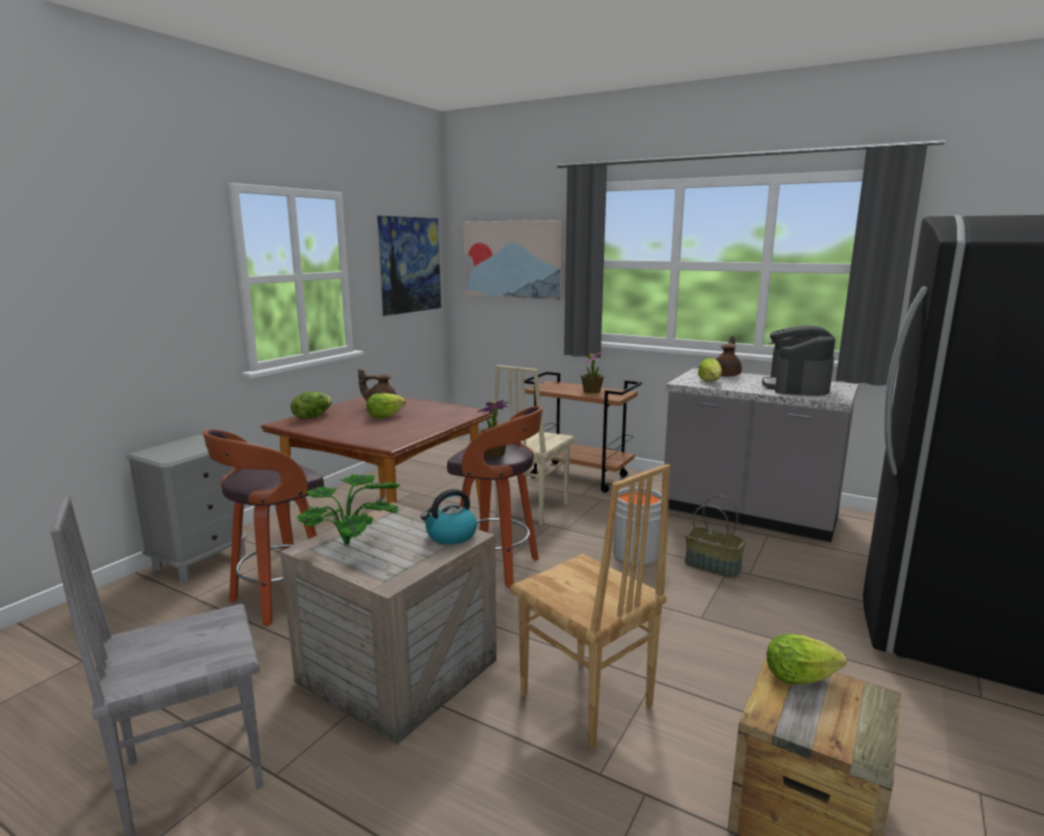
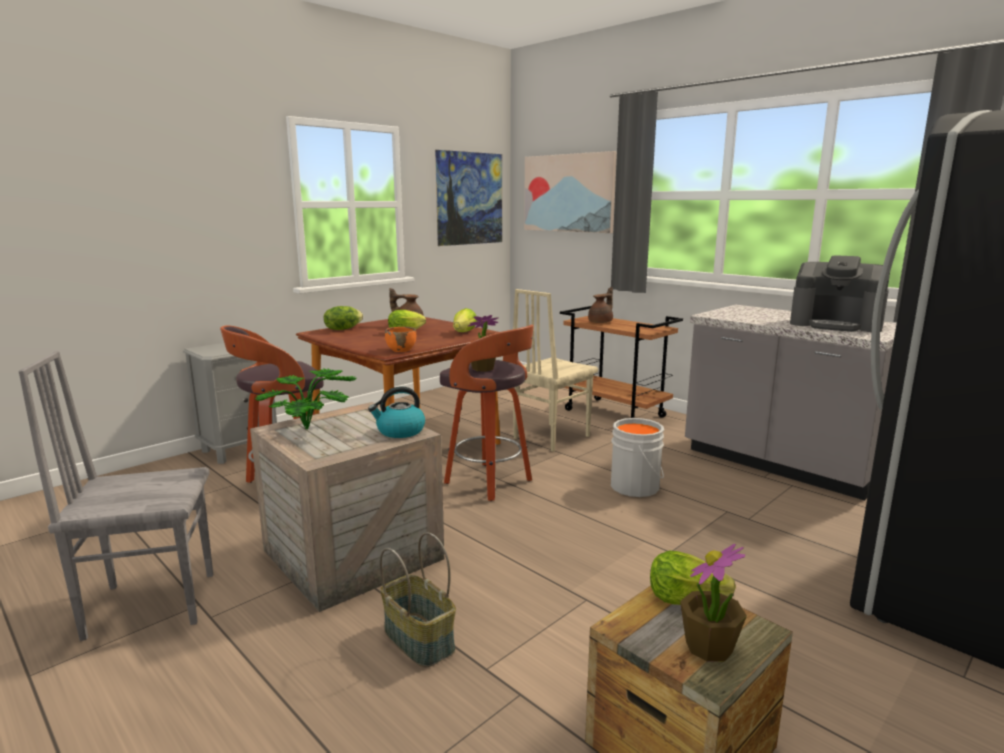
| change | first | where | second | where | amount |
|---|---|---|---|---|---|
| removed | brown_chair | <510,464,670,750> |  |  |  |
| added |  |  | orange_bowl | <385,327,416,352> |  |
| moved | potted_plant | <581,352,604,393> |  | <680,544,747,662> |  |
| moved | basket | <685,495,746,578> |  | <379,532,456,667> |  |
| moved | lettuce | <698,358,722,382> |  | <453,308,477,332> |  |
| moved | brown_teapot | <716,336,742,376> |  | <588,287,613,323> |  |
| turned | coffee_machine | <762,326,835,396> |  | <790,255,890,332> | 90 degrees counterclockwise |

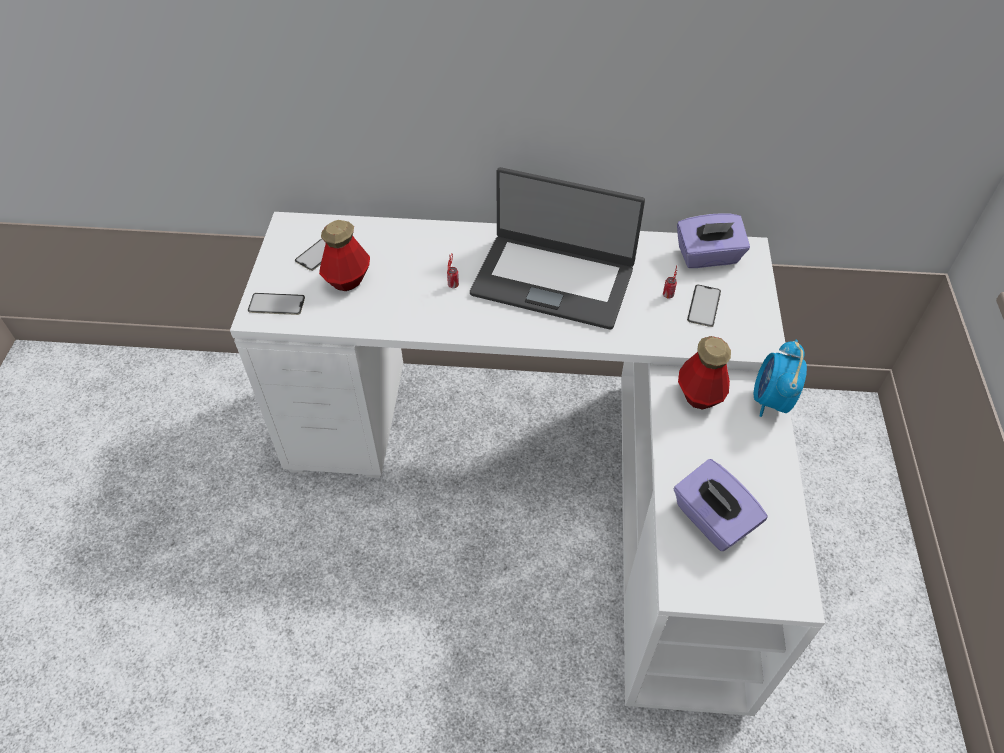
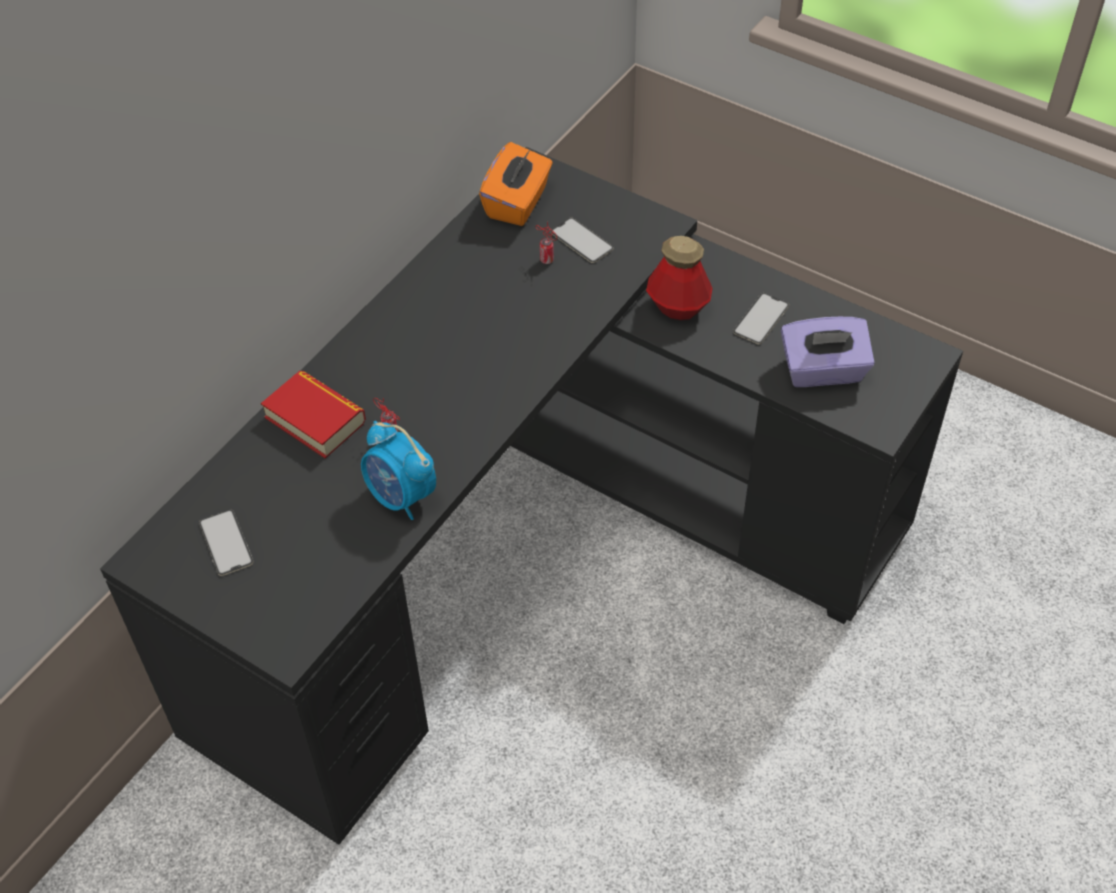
| change | first | where | second | where | amount |
|---|---|---|---|---|---|
| removed | bottle | <319,220,370,291> |  |  |  |
| removed | laptop | <470,167,645,330> |  |  |  |
| added |  |  | book | <261,371,366,459> |  |
| moved | phone | <248,293,305,315> |  | <733,293,789,344> |  |
| moved | alarm_clock | <754,340,807,417> |  | <361,421,436,520> |  |
| recoloured | white_desk | <230,212,825,716> | black_desk | <100,147,963,845> |  |
| recoloured | purple_tissue_box | <677,213,750,268> | orange_tissue_box | <479,142,553,226> |  |

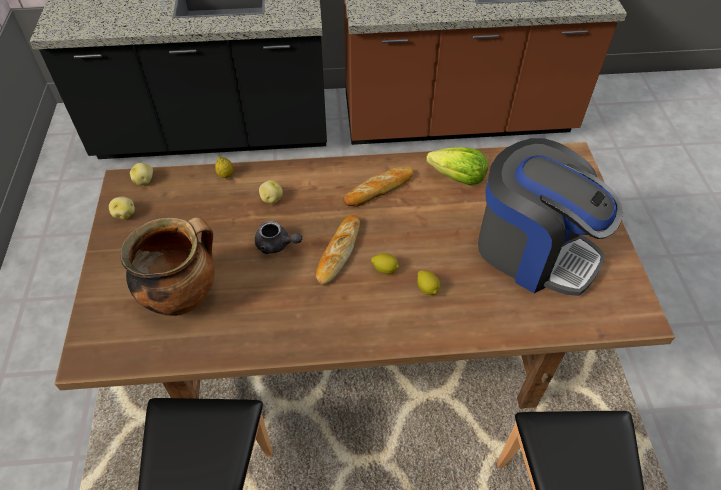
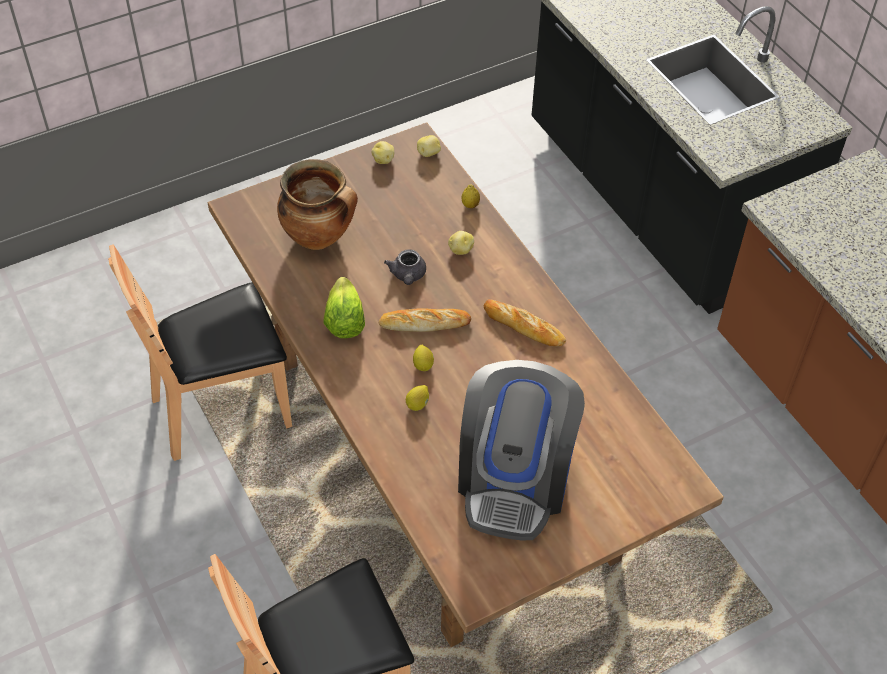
| change | first | where | second | where | amount |
|---|---|---|---|---|---|
| moved | lettuce | <426,147,488,185> |  | <324,277,365,338> |  |

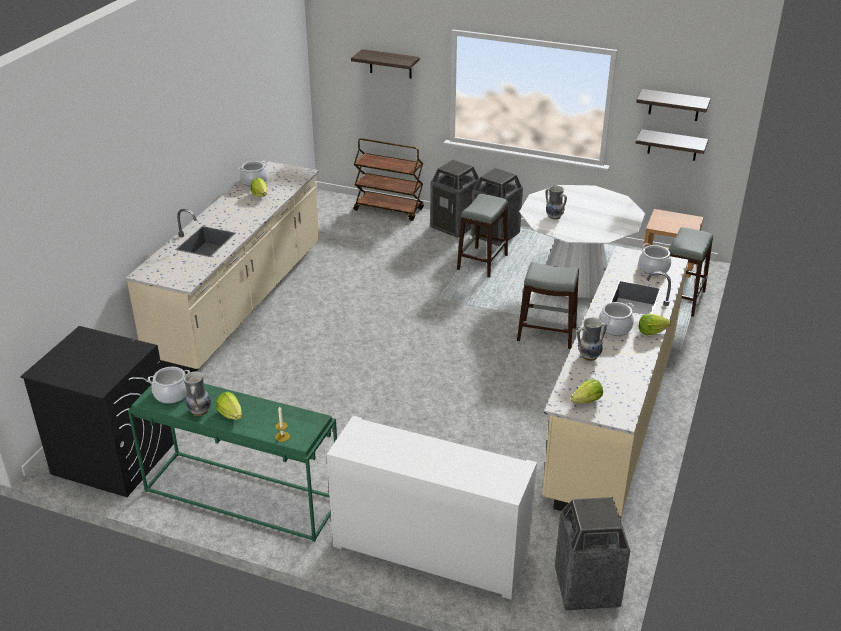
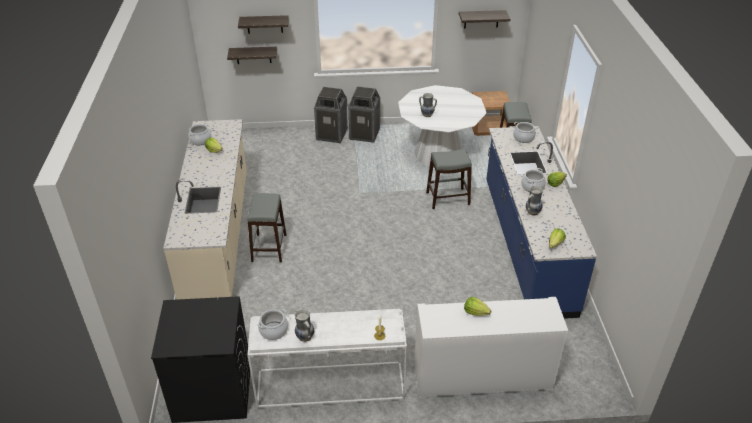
| change | first | where | second | where | amount |
|---|---|---|---|---|---|
| removed | brown_cart | <353,138,424,221> |  |  |  |
| removed | trash_can | <555,497,630,610> |  |  |  |
| moved | lettuce | <216,392,242,420> |  | <464,297,491,316> |  |
| moved | grey_stool | <457,194,508,278> |  | <247,193,286,262> |  |
| moved | shelf | <636,129,708,161> |  | <227,47,277,64> |  |
| recoloured | green_console_table | <128,384,337,542> | white_console_table | <247,309,407,409> |  |
| recoloured | beige_counter | <542,246,688,518> | blue_counter | <486,126,597,319> |  |

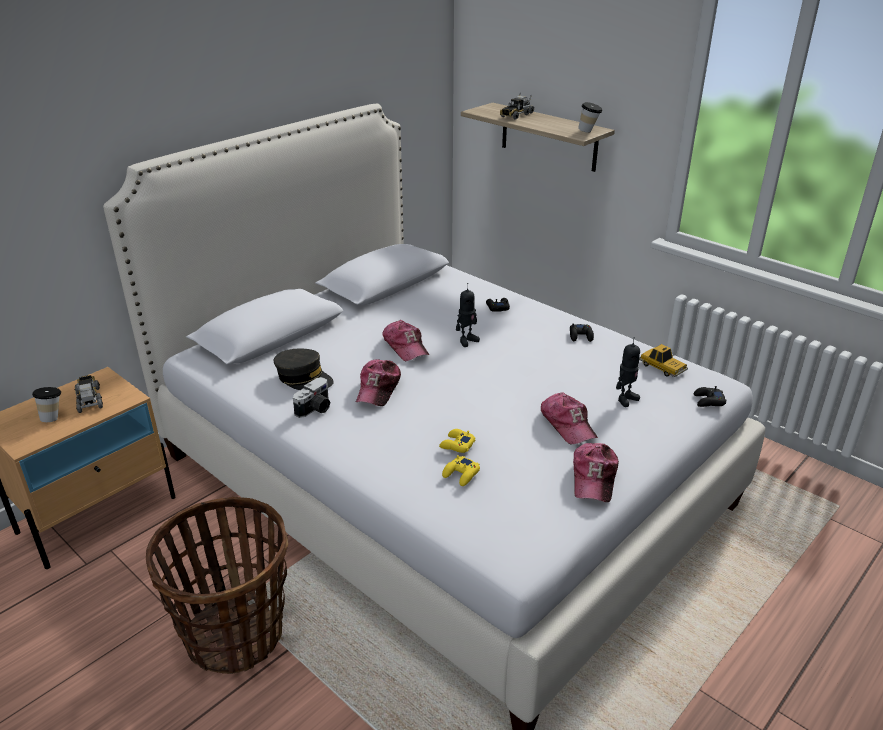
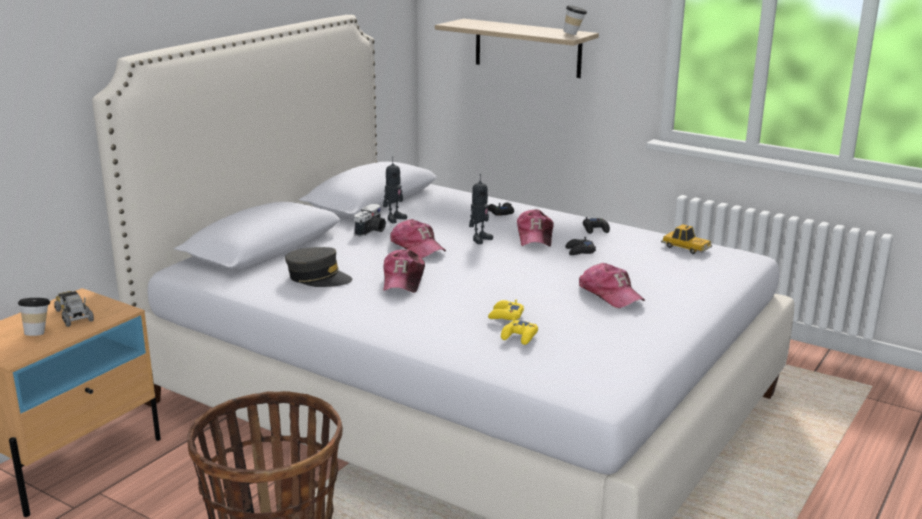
| change | first | where | second | where | amount |
|---|---|---|---|---|---|
| removed | toy_truck | <500,93,534,120> |  |  |  |
| moved | photo_camera | <293,377,330,418> |  | <355,204,386,237> |  |
| moved | cap | <573,443,619,502> |  | <517,209,554,247> |  |
| moved | toy_robot | <616,337,640,407> |  | <383,156,407,223> |  |
| moved | black_game_controller | <694,386,727,407> |  | <565,237,596,255> |  |

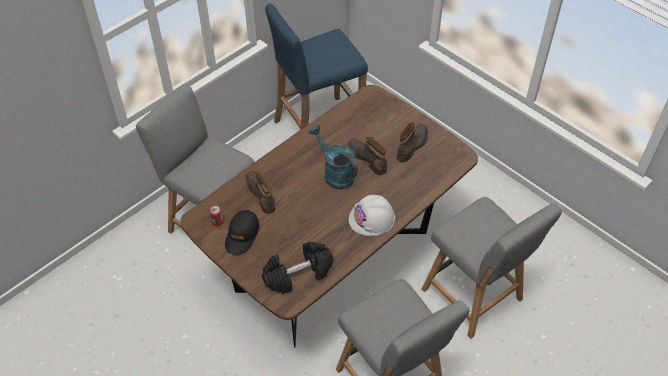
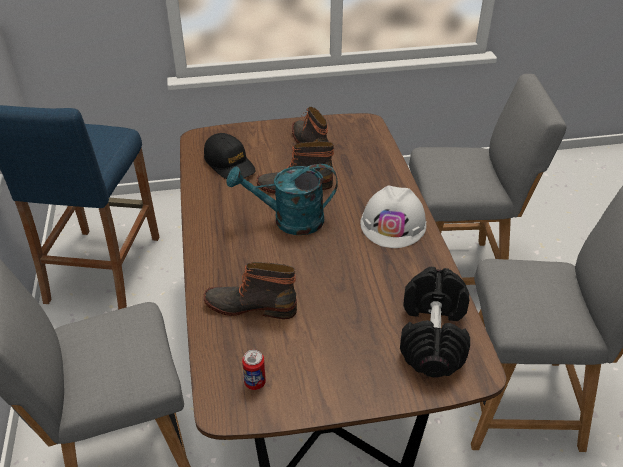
| change | first | where | second | where | amount |
|---|---|---|---|---|---|
| moved | black_cap | <225,210,259,255> |  | <204,133,255,179> |  |

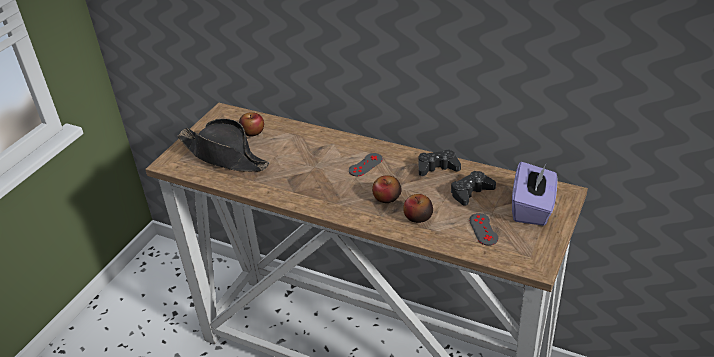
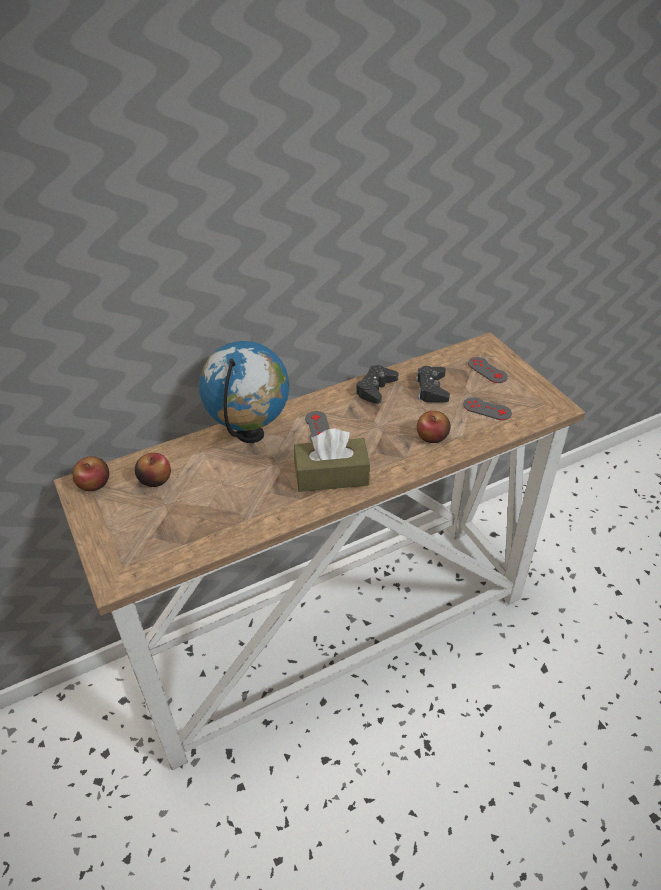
| change | first | where | second | where | amount |
|---|---|---|---|---|---|
| removed | black_hat | <177,119,269,172> |  |  |  |
| added |  |  | globe | <199,341,289,443> |  |
| added |  |  | brown_tissue_box | <294,429,370,492> |  |
| moved | apple | <372,175,401,203> |  | <73,456,109,491> |  |
| replaced | purple_tissue_box | <512,162,557,226> | grey_game_controller | <468,357,508,383> |  |

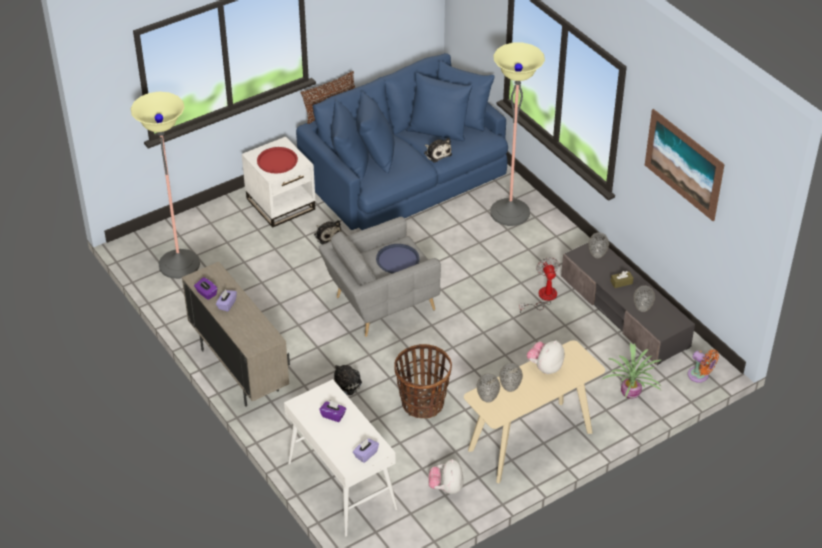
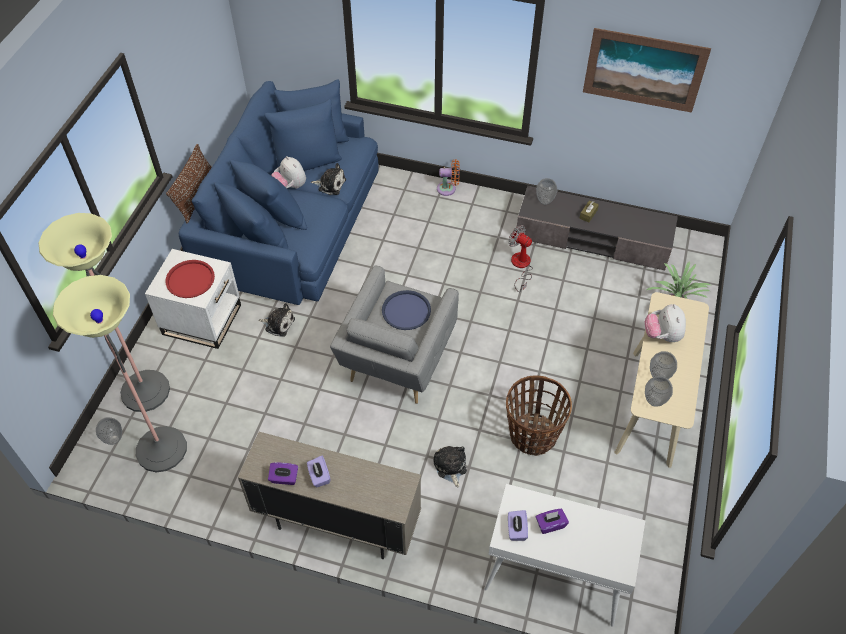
| change | first | where | second | where | amount |
|---|---|---|---|---|---|
| moved | purple_tissue_box | <353,438,379,463> |  | <508,510,528,541> |  |
| moved | plush_toy | <428,459,464,494> |  | <271,156,306,189> |  |
| moved | floor_lamp | <490,43,545,226> |  | <38,213,170,412> |  |
| moved | vase | <634,285,655,312> |  | <96,417,122,445> |  |
| moved | orange_fan | <688,349,719,383> |  | <437,159,460,196> |  |

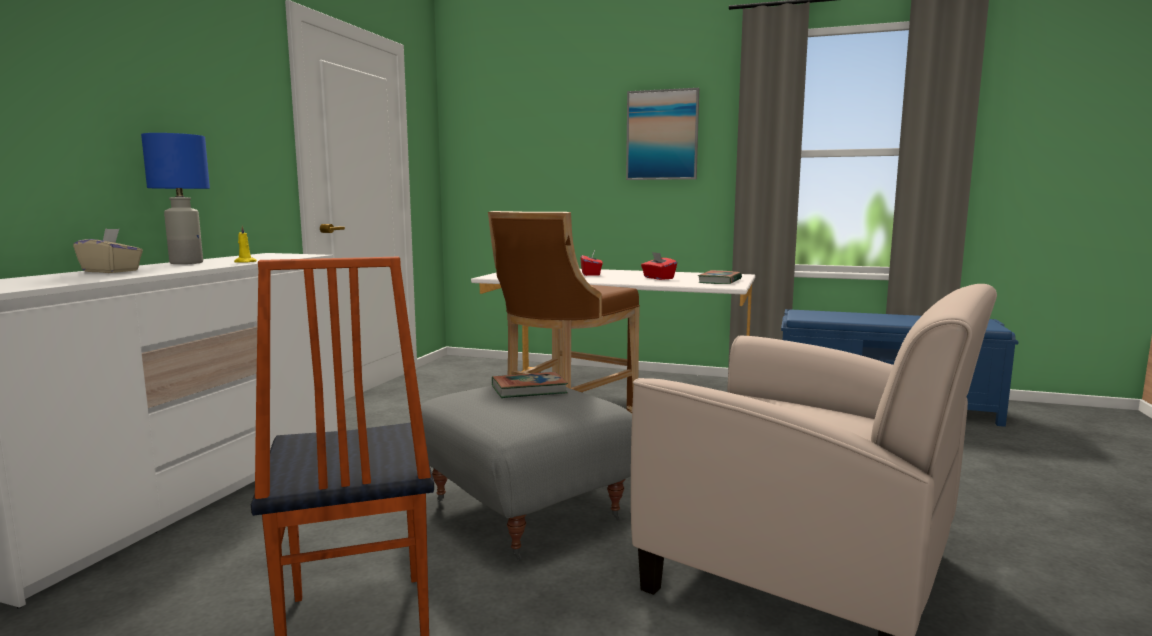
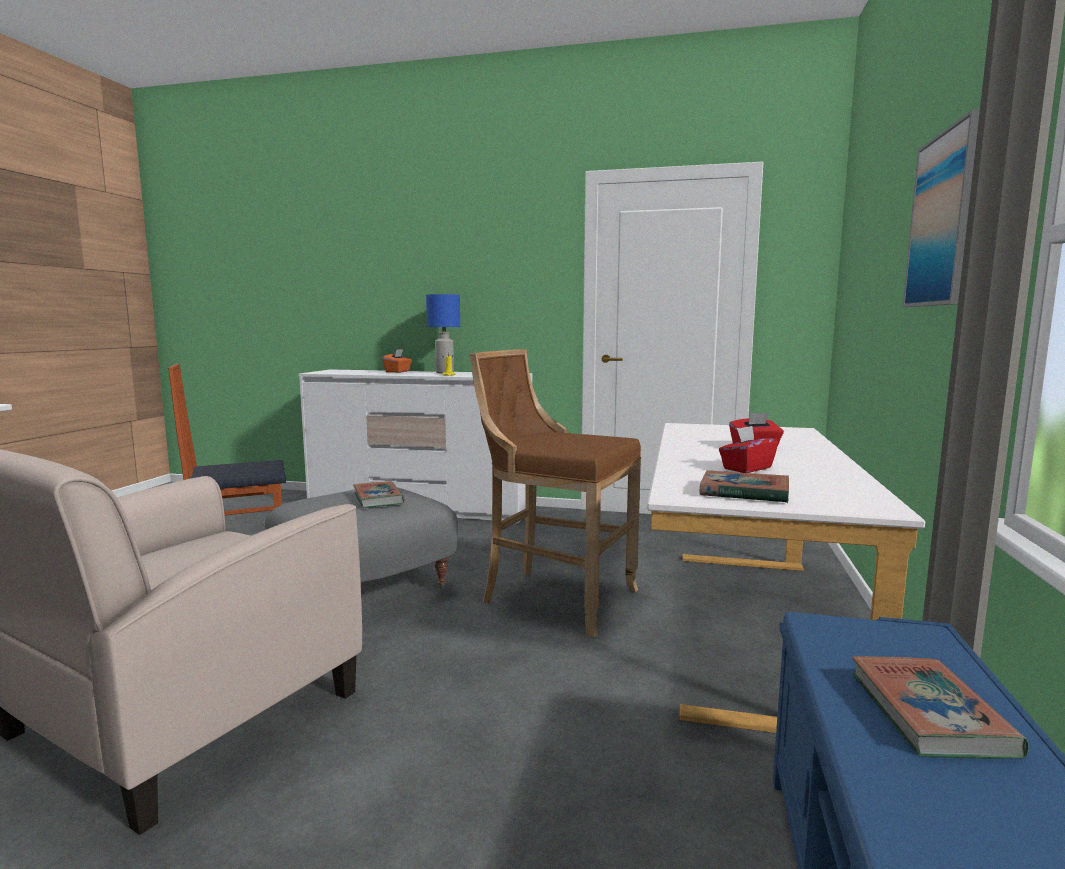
| change | first | where | second | where | amount |
|---|---|---|---|---|---|
| added |  |  | book | <852,656,1029,759> |  |
| recoloured | beige_tissue_box | <73,228,143,273> | orange_tissue_box | <382,349,412,373> |  |

